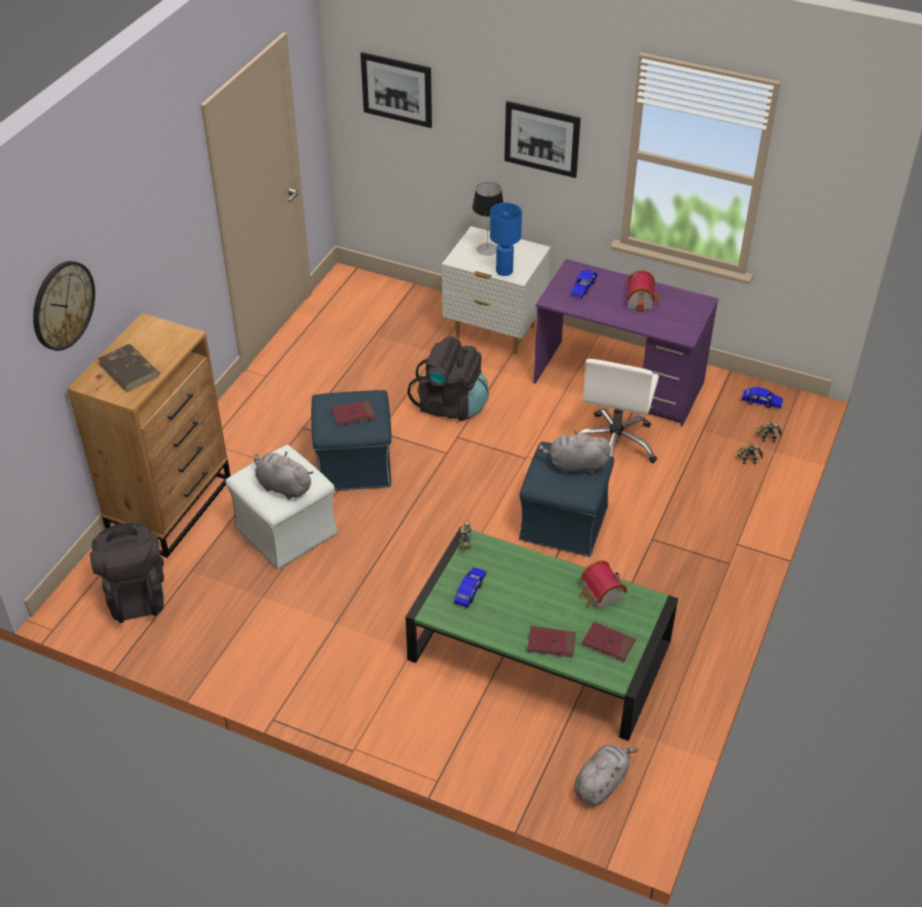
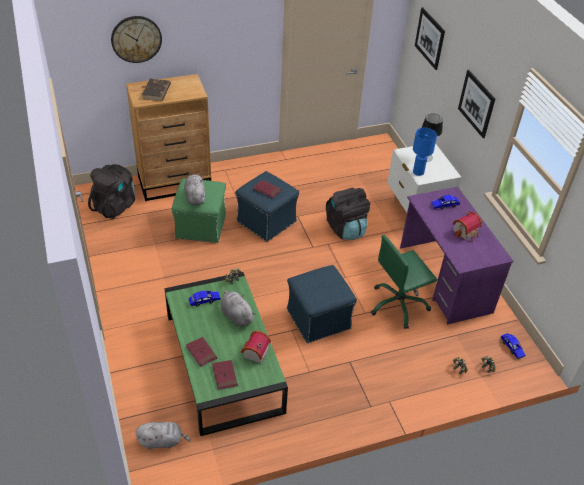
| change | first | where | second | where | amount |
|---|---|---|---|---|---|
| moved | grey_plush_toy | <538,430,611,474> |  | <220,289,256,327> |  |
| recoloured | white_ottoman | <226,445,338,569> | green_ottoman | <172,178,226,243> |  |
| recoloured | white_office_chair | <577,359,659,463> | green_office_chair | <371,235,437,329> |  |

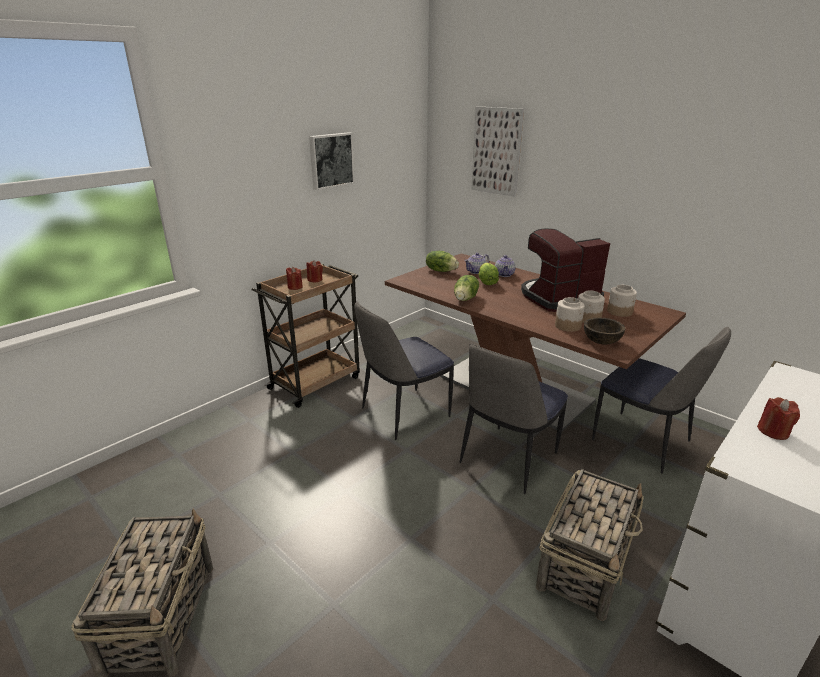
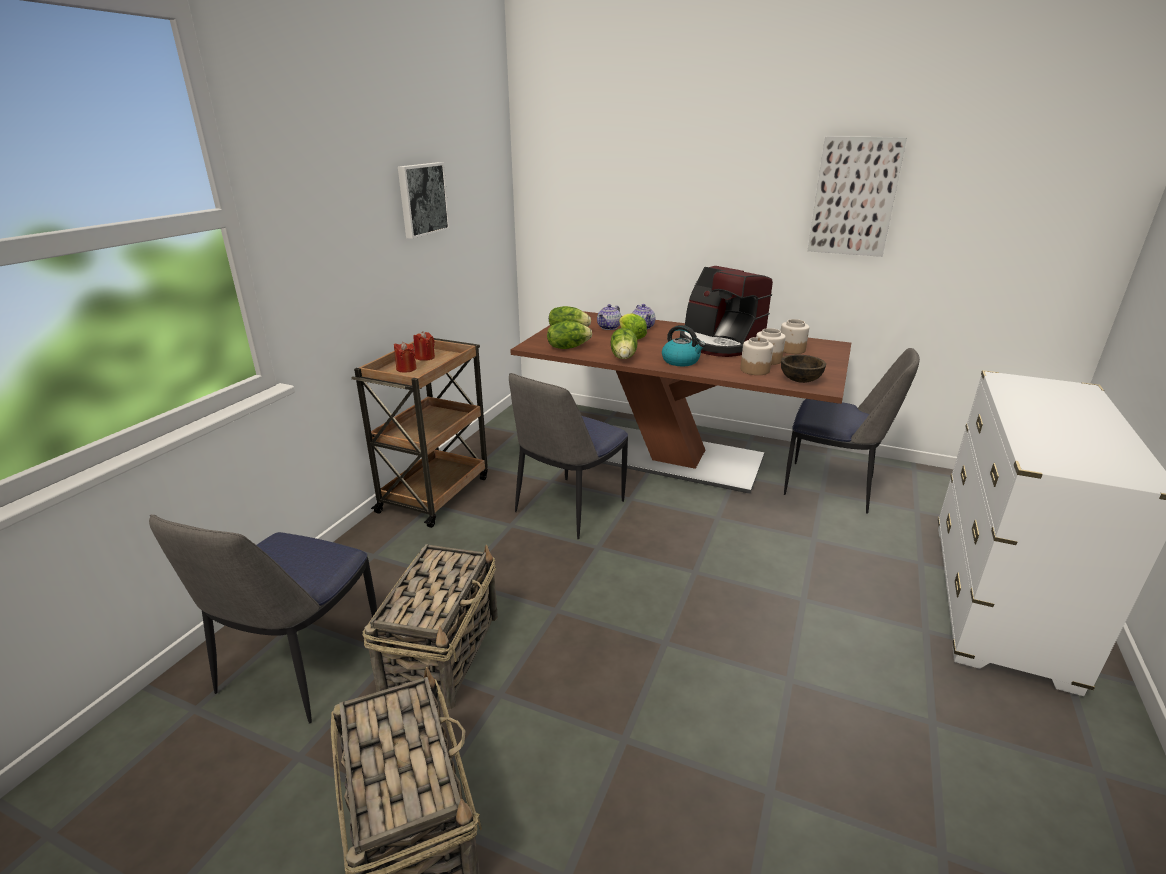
| change | first | where | second | where | amount |
|---|---|---|---|---|---|
| removed | red_candle | <757,397,800,440> |  |  |  |
| added |  |  | lettuce | <547,321,592,349> |  |
| added |  |  | kettle | <662,325,706,366> |  |
| moved | chair | <460,344,568,494> |  | <149,515,377,724> |  |
| moved | picture | <471,106,524,197> |  | <808,136,907,257> |  |
| moved | basket | <536,469,644,621> |  | <362,544,498,709> |  |
| turned | coffee_machine | <521,228,610,312> |  | <680,266,773,357> | 90 degrees counterclockwise |

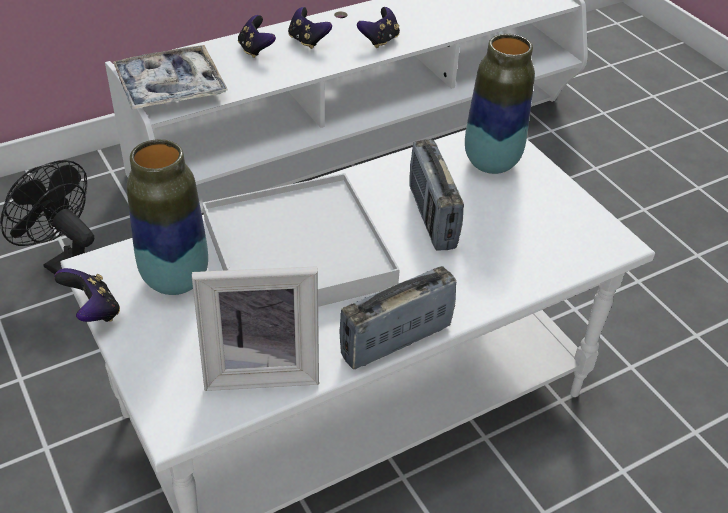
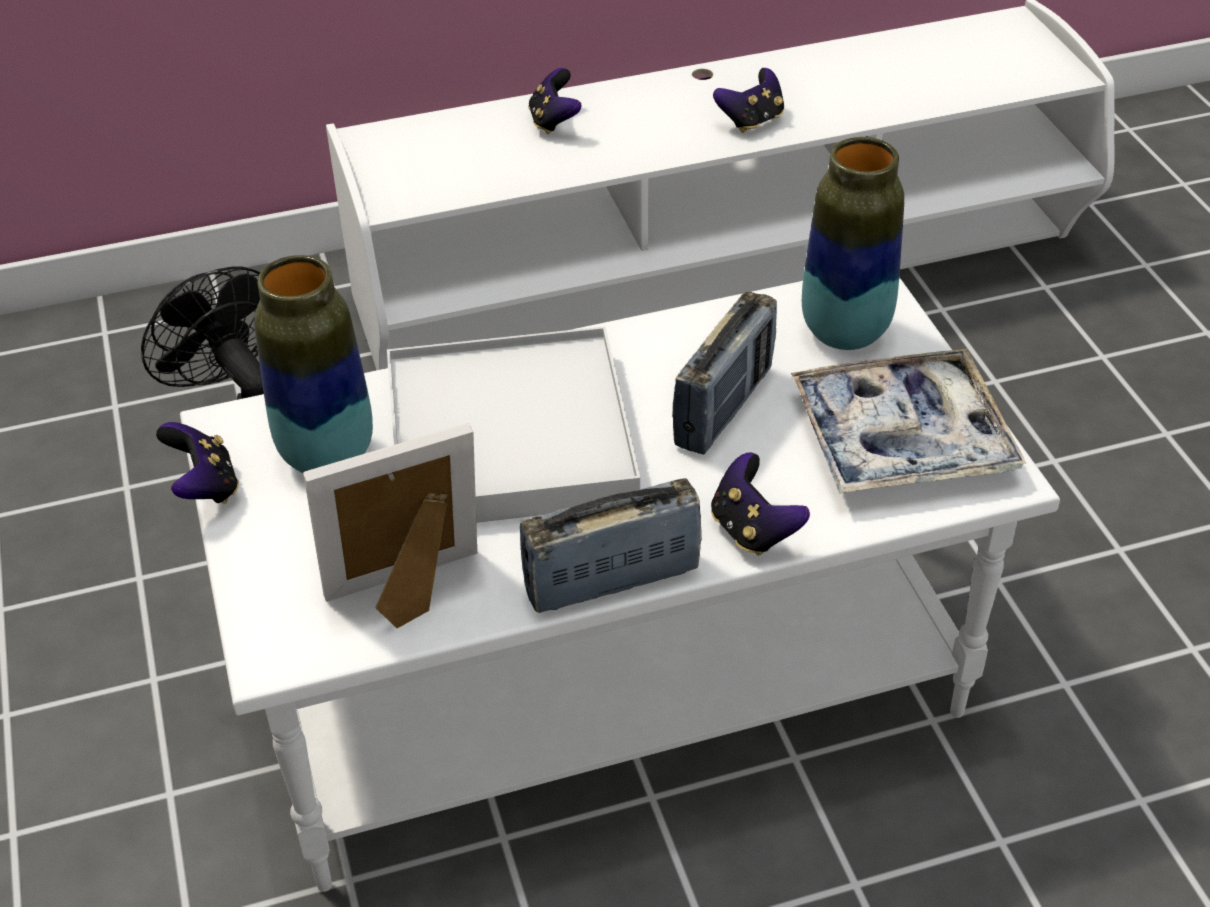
| change | first | where | second | where | amount |
|---|---|---|---|---|---|
| moved | tray | <113,45,228,110> |  | <791,349,1026,494> |  |
| moved | game_controller | <288,7,332,49> |  | <711,453,810,556> |  |
| turned | picture_frame | <192,266,319,391> |  | <303,423,477,628> | 150 degrees clockwise |
| turned | radio | <409,139,464,250> |  | <672,292,777,455> | 150 degrees counterclockwise |

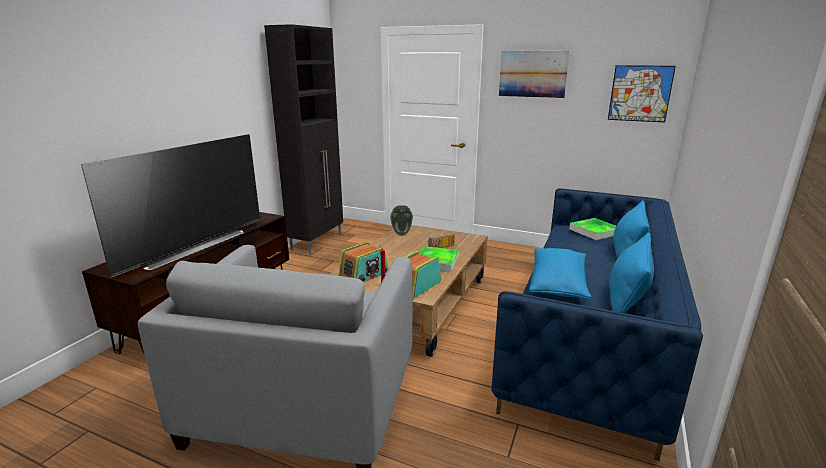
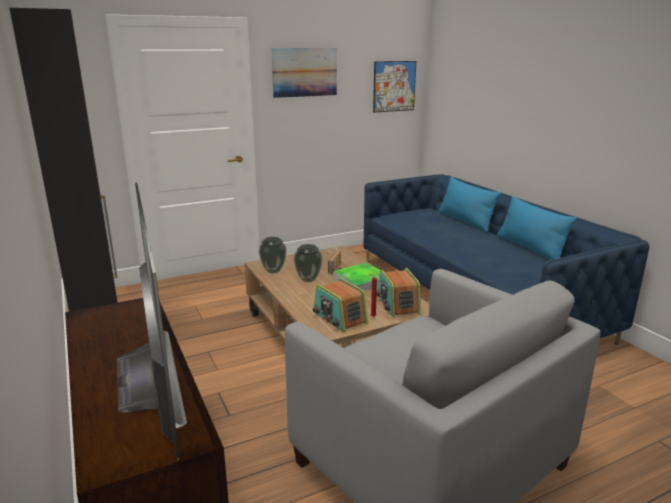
| change | first | where | second | where | amount |
|---|---|---|---|---|---|
| removed | blue_pillow | <529,248,591,299> |  |  |  |
| removed | tray | <569,218,616,240> |  |  |  |
| added |  |  | vase | <294,244,323,282> |  |
| turned | radio | <338,242,389,283> |  | <313,278,368,332> | 150 degrees clockwise |

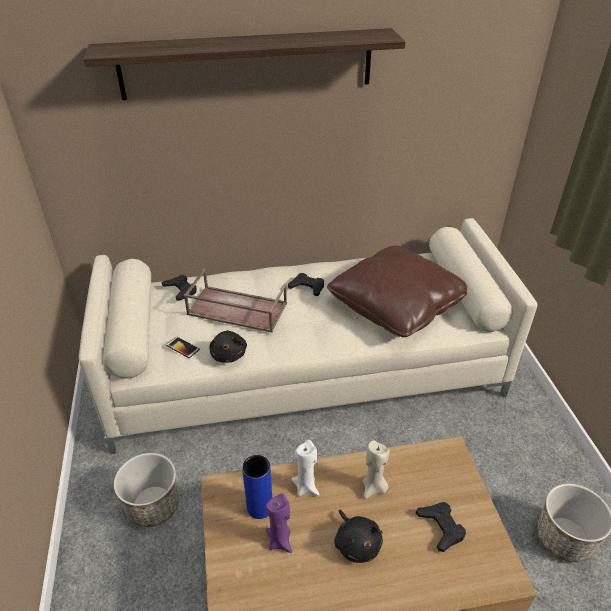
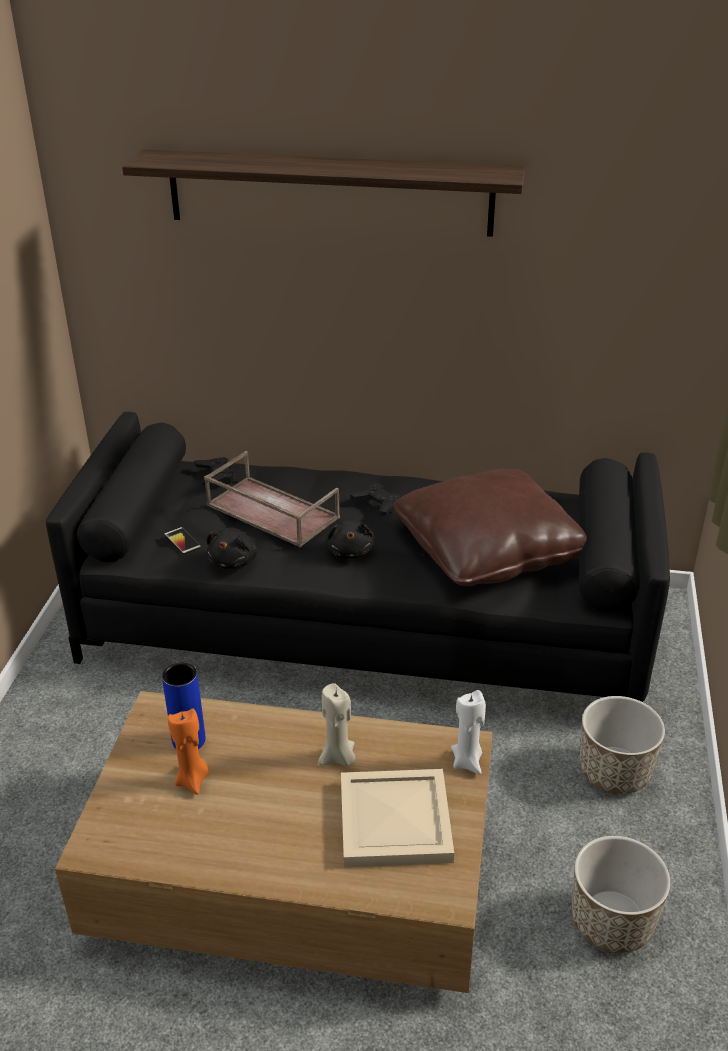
| change | first | where | second | where | amount |
|---|---|---|---|---|---|
| moved | planter | <114,453,179,527> |  | <579,696,665,794> |  |
| moved | white_candle | <291,440,320,496> |  | <451,690,486,775> |  |
| moved | black_plush_toy | <334,510,383,563> |  | <326,518,375,559> |  |
| replaced | black_game_controller | <416,502,466,552> | beige_tray | <341,769,454,868> |  |
| recoloured | beige_sofa | <79,218,538,454> | black_sofa | <46,412,670,702> |  |
| recoloured | purple_candle | <266,493,292,553> | orange_candle | <168,709,209,795> |  |

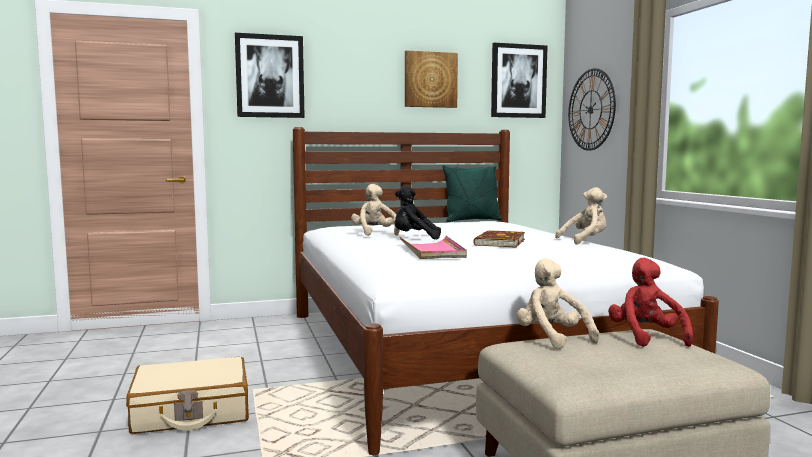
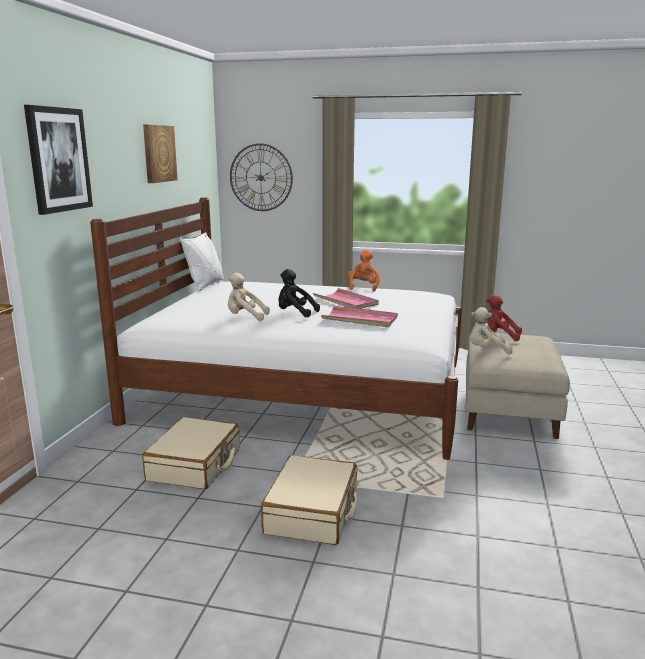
| change | first | where | second | where | amount |
|---|---|---|---|---|---|
| removed | picture | <491,43,548,118> |  |  |  |
| added |  |  | beige_suitcase | <142,417,240,490> |  |
| replaced | brown_book | <473,230,525,248> | pink_tray | <313,288,379,309> |  |
| recoloured | green_pillow | <443,165,502,222> | white_pillow | <180,232,224,292> |  |
| recoloured | beige_plush_toy | <555,187,607,245> | orange_plush_toy | <348,249,380,292> |  |
| turned | black_plush_toy | <394,186,441,239> |  | <279,269,320,317> | 75 degrees clockwise |

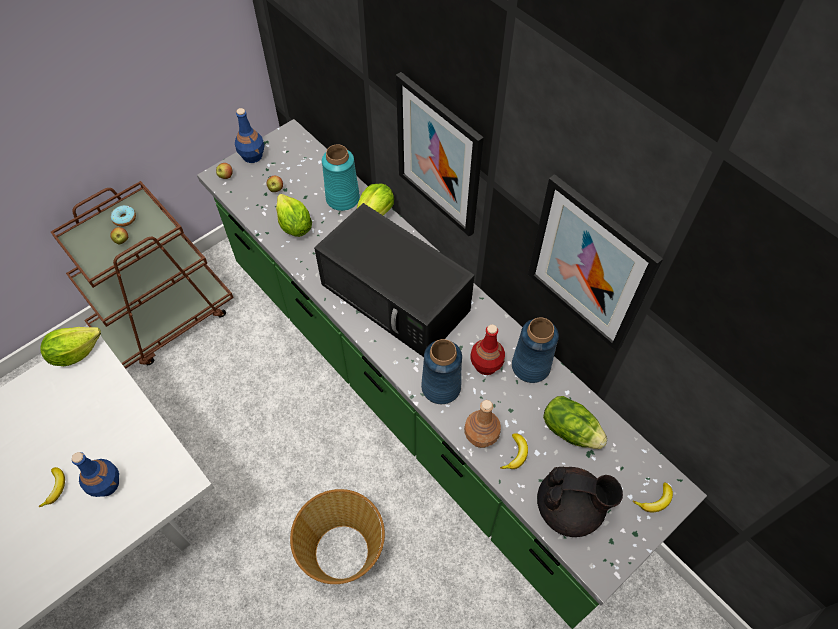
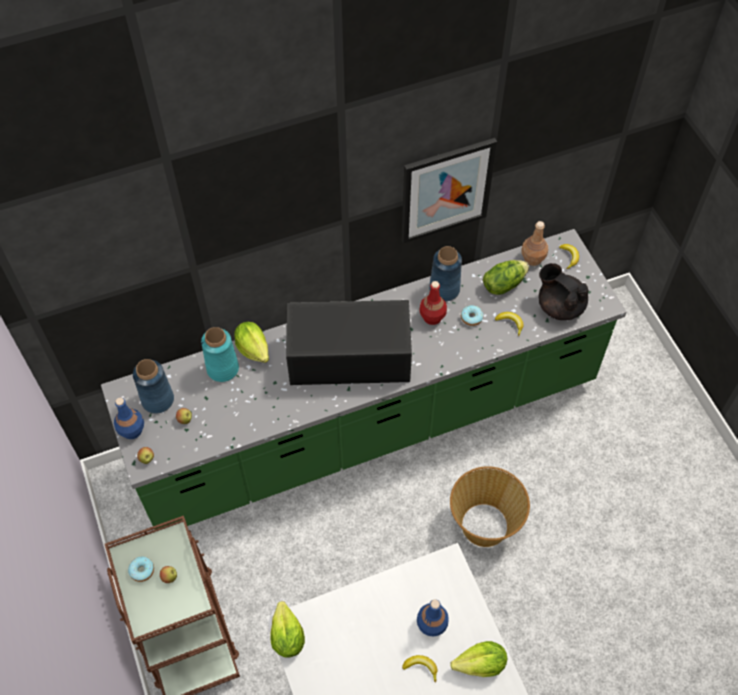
| change | first | where | second | where | amount |
|---|---|---|---|---|---|
| removed | picture | <396,72,484,237> |  |  |  |
| added |  |  | donut | <461,305,483,326> |  |
| moved | lettuce | <276,194,312,237> |  | <450,641,507,677> |  |
| moved | blue_vase | <421,339,462,404> |  | <133,359,174,414> |  |
| moved | brown_bottle | <464,400,501,448> |  | <521,221,548,266> |  |
| turned | black_microwave | <314,203,474,357> |  | <286,300,412,385> | 150 degrees counterclockwise |
| turned | black_teapot | <537,466,623,537> |  | <539,263,589,320> | 75 degrees counterclockwise |

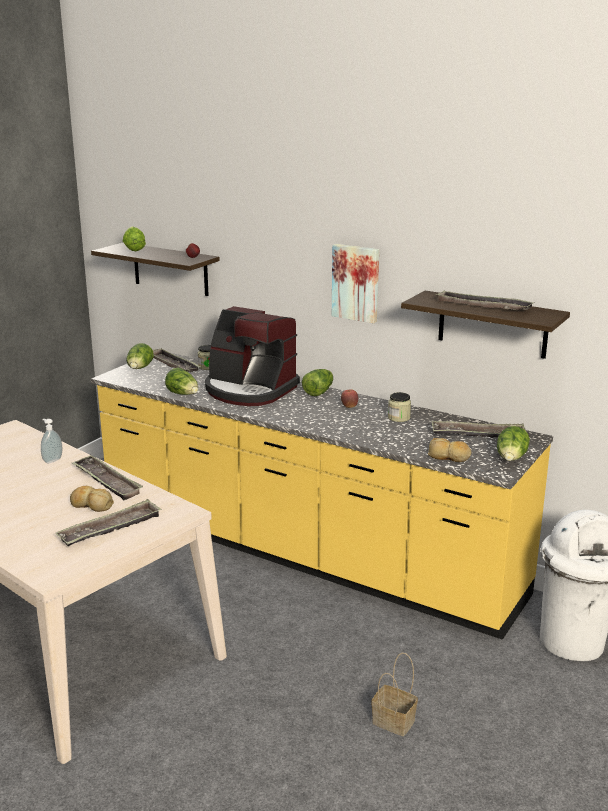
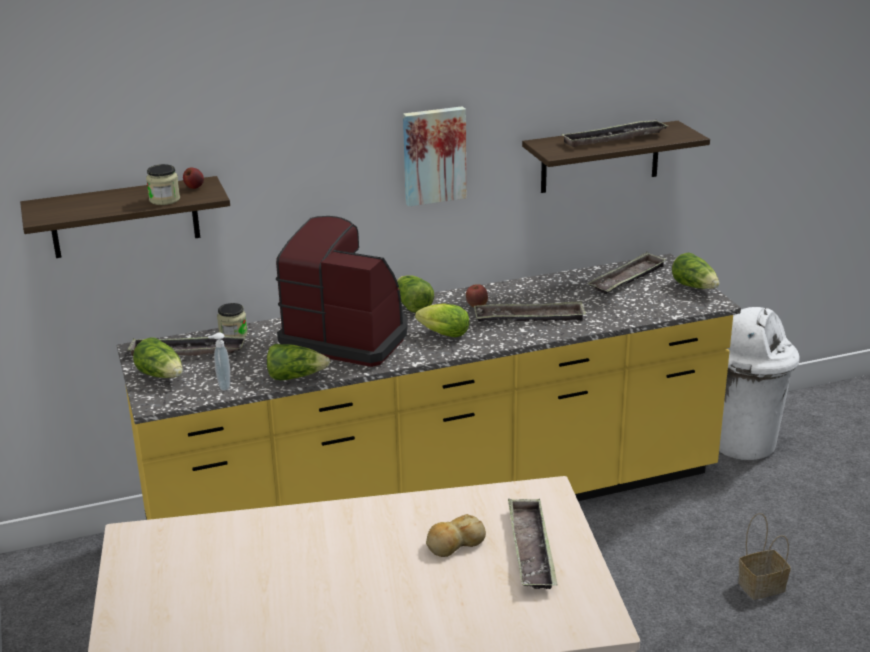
| change | first | where | second | where | amount |
|---|---|---|---|---|---|
| removed | bread | <428,438,471,462> |  |  |  |
| moved | soap_dispenser | <41,419,63,463> |  | <208,332,230,391> |  |
| moved | tray | <72,455,143,500> |  | <474,301,586,321> |  |
| moved | lettuce | <123,226,146,251> |  | <415,304,469,338> |  |
| moved | jar | <388,392,411,422> |  | <146,164,180,205> |  |
| turned | coffee_machine | <205,306,300,406> |  | <276,216,407,367> | 135 degrees counterclockwise |

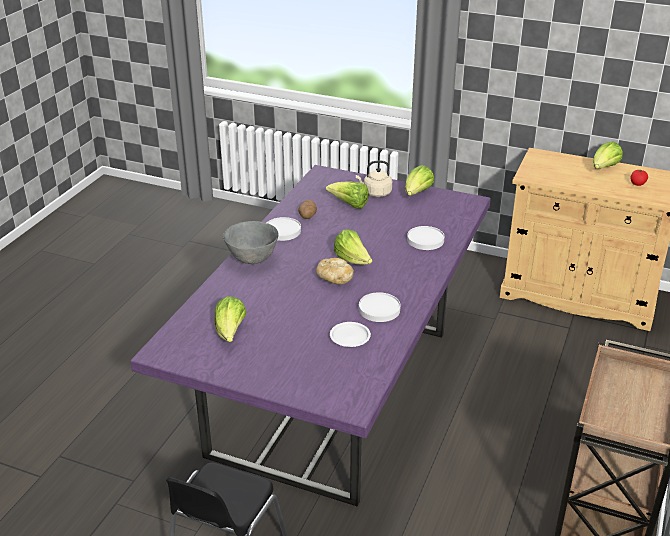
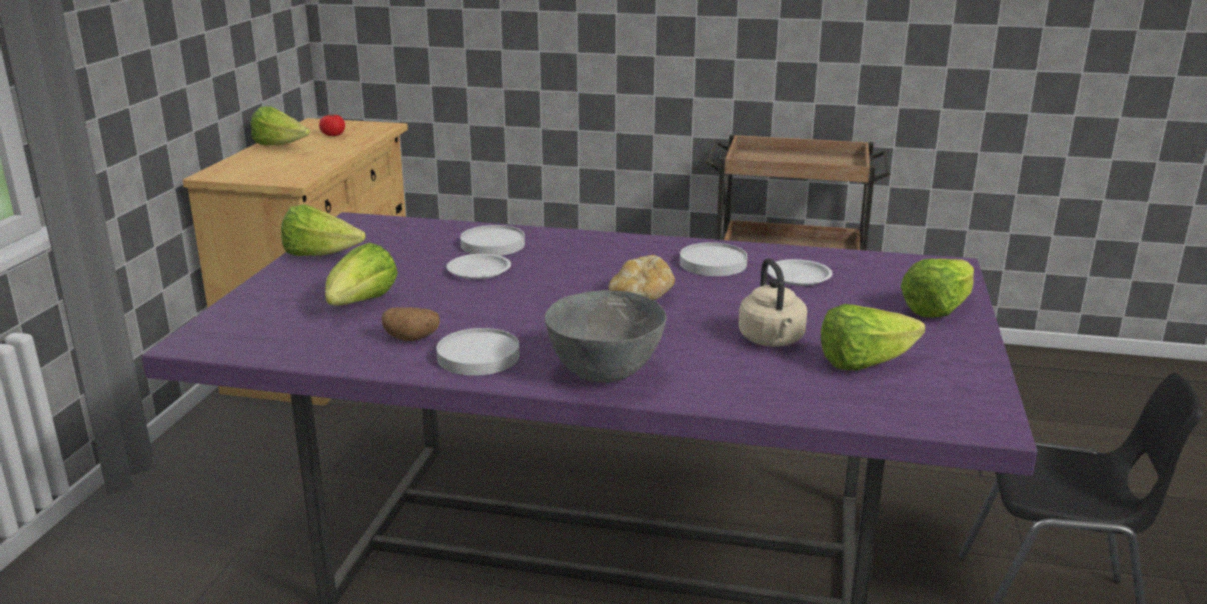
| change | first | where | second | where | amount |
|---|---|---|---|---|---|
| added |  |  | white_plate | <446,254,511,279> |  |
| moved | lettuce | <334,229,373,265> |  | <901,259,974,318> |  |
| moved | beige_kettle | <356,161,392,197> |  | <738,258,807,347> |  |

